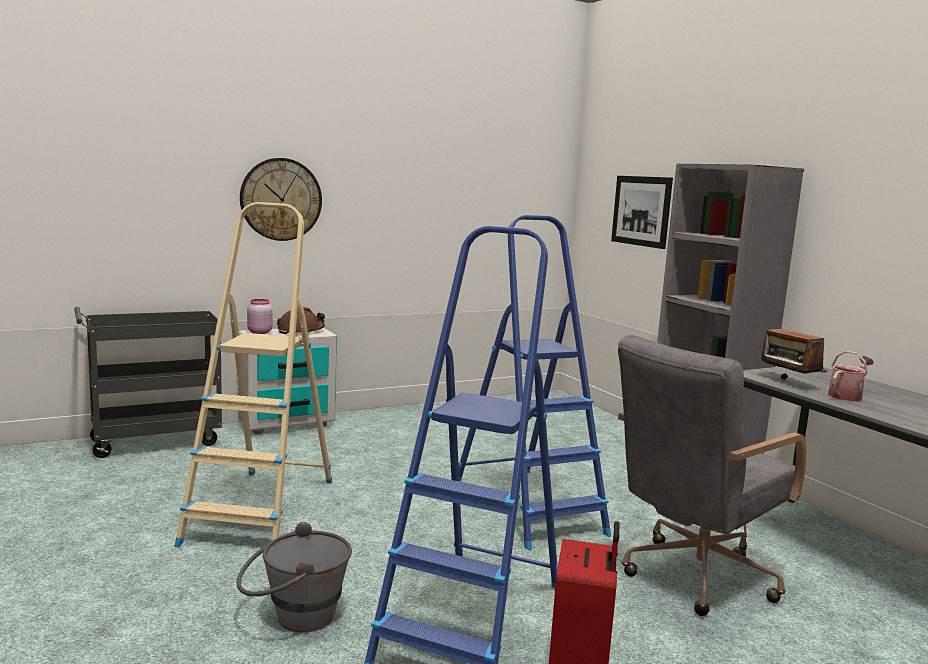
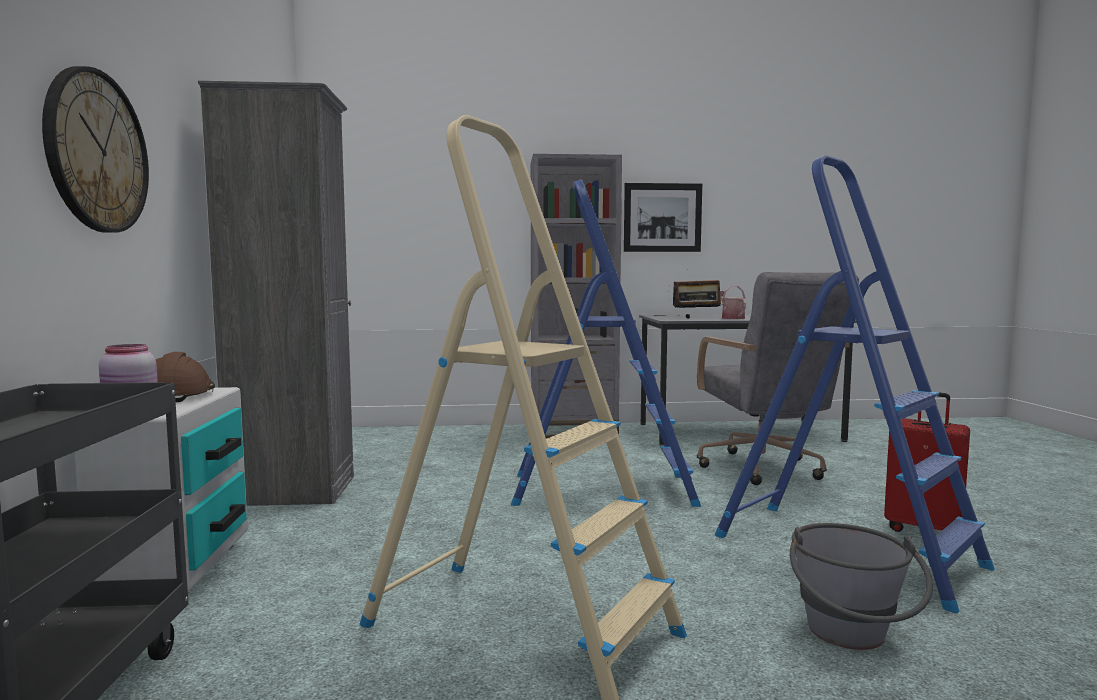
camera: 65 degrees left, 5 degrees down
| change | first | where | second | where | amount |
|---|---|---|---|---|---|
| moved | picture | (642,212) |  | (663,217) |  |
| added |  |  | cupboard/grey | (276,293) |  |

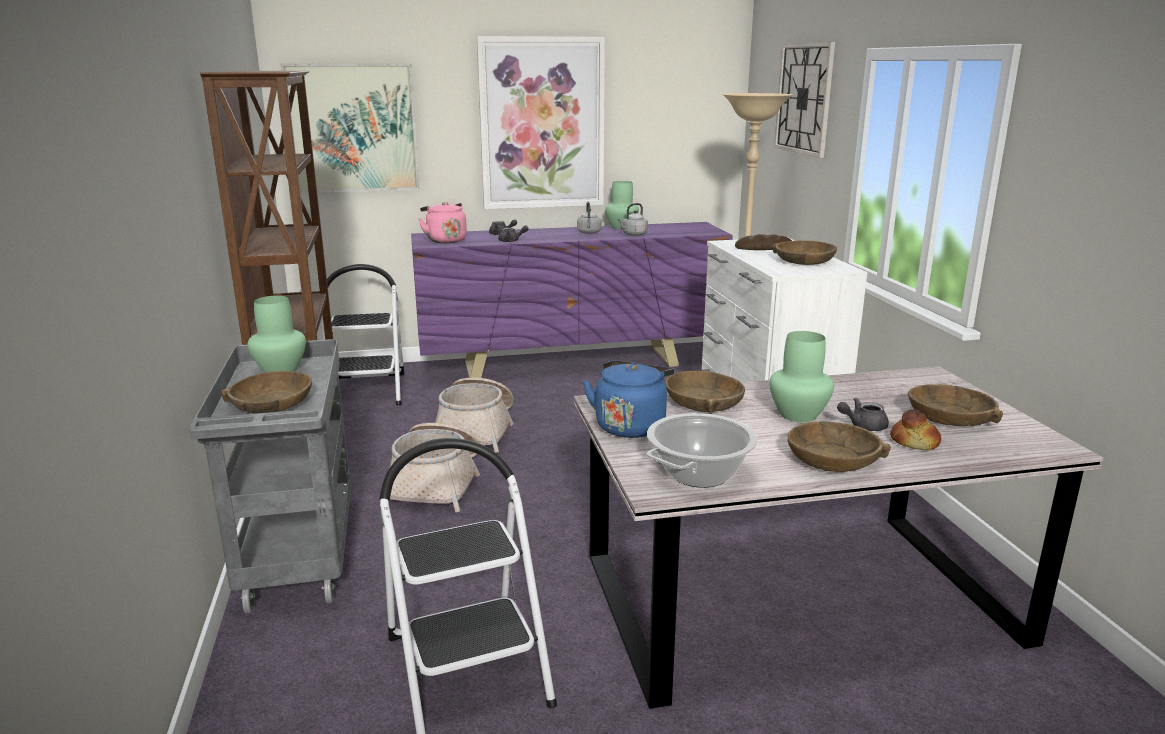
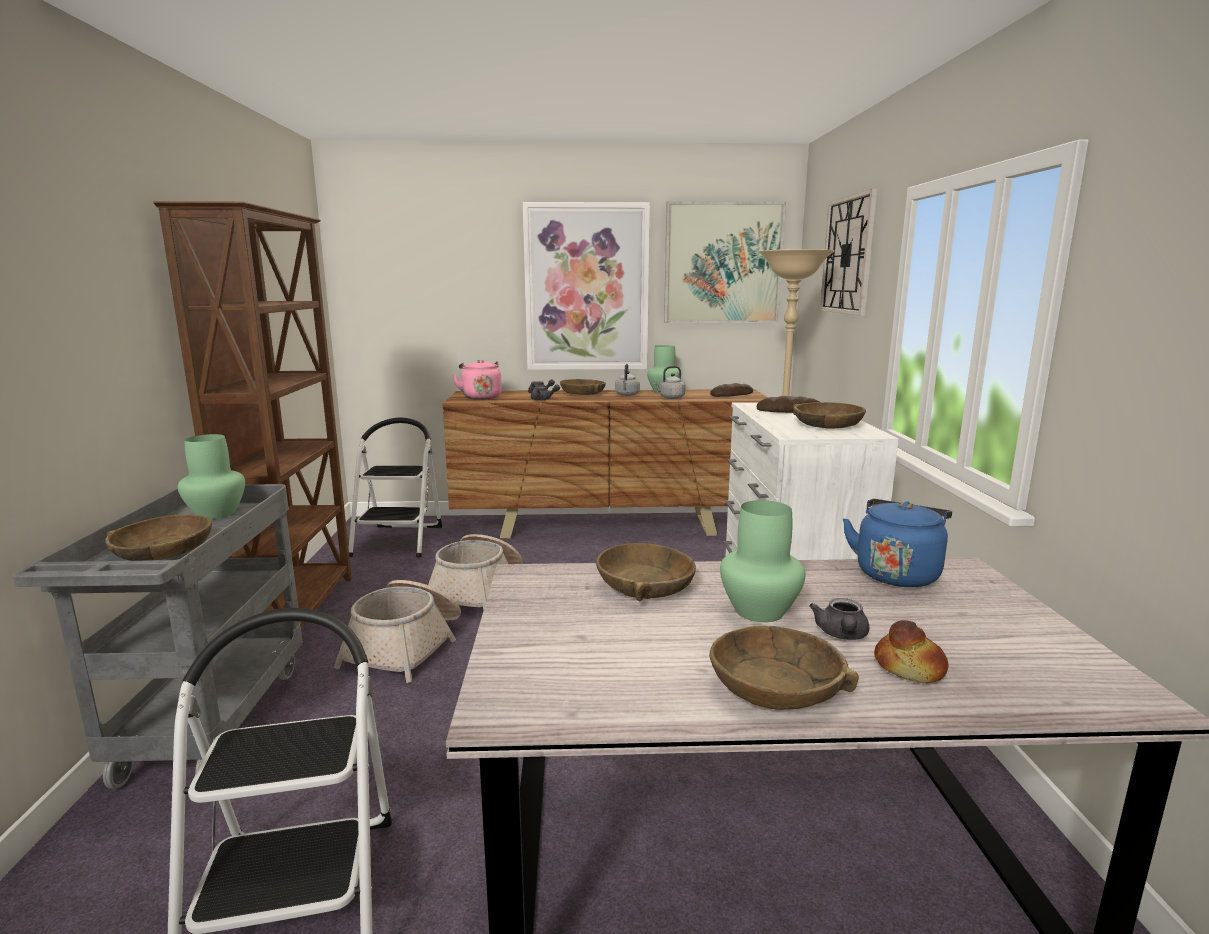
camera: 10 degrees right, 5 degrees down
| change | first | where | second | where | amount |
|---|---|---|---|---|---|
| moved | picture | (350,128) |  | (725,262) |  |
| recoloured | cupboard/purple | (572,300) | cupboard/brown | (605,464) |  |
| moved | water kettle/bluish | (628,399) |  | (897,543) |  |
| removed | cooking pot | (702,450) |  |  |  |
| turned | tea pot/grey | (863,414) |  | (839,619) | 75 degrees counterclockwise |
| moved | serving bowl/brown | (955,405) |  | (583,387) |  |
| added |  |  | bakery bread | (731,390) |  |

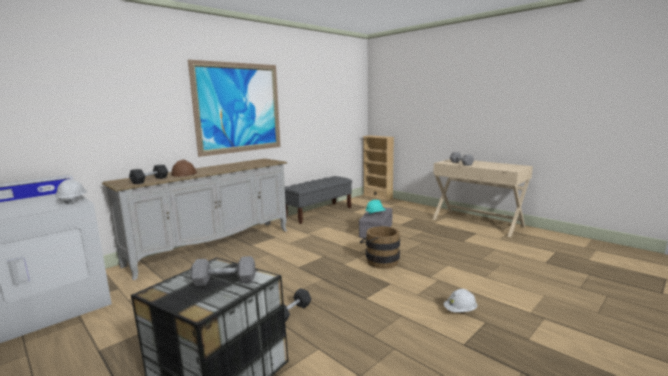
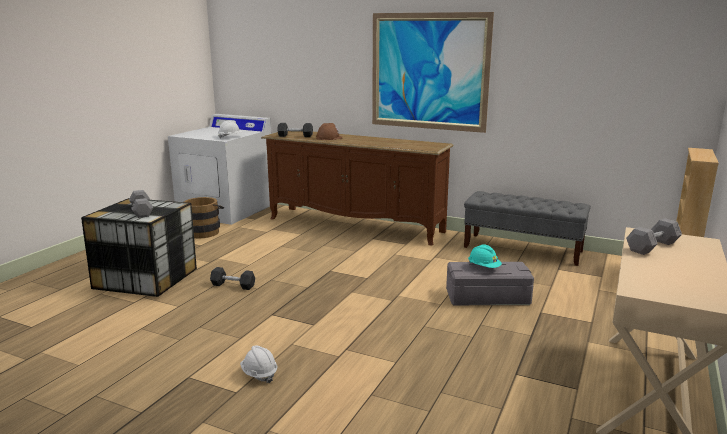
camera: 70 degrees right, 5 degrees up
| change | first | where | second | where | amount |
|---|---|---|---|---|---|
| recoloured | cupboard/grey | (195,219) | cupboard/brown | (357,188) |  |
| moved | water bucket/brown | (380,247) |  | (204,217) |  |

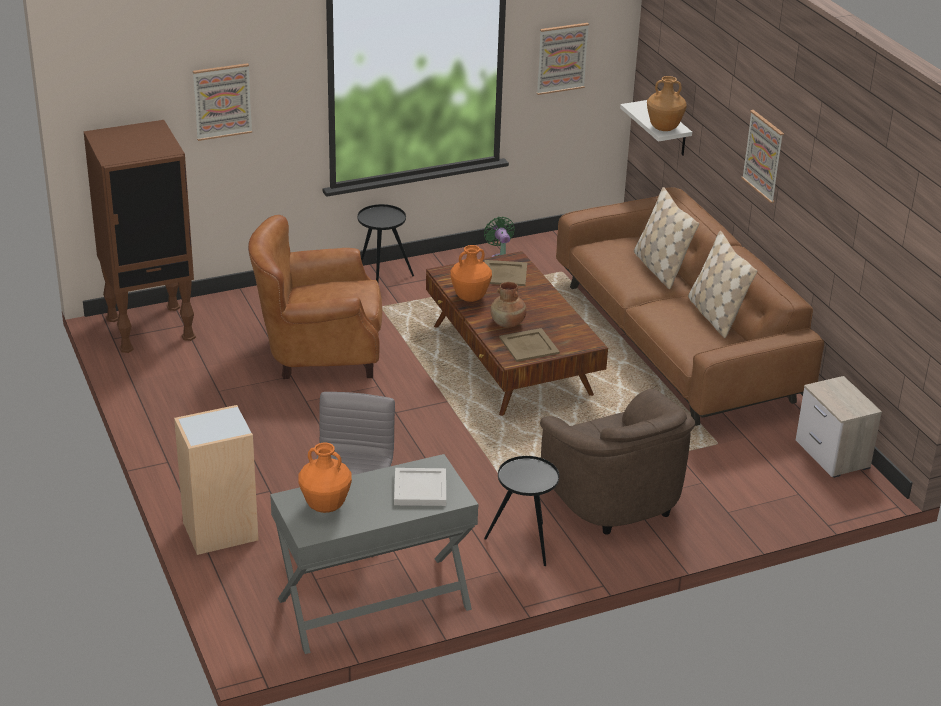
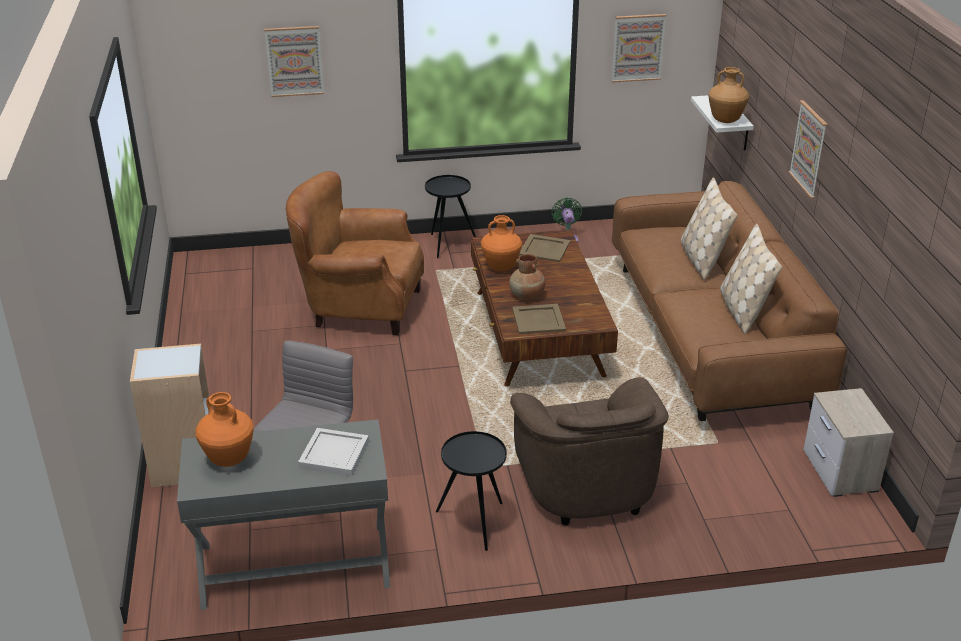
camera: 15 degrees right, 0 degrees up
| change | first | where | second | where | amount |
|---|---|---|---|---|---|
| removed | cupboard/brown | (140,236) |  |  |  |

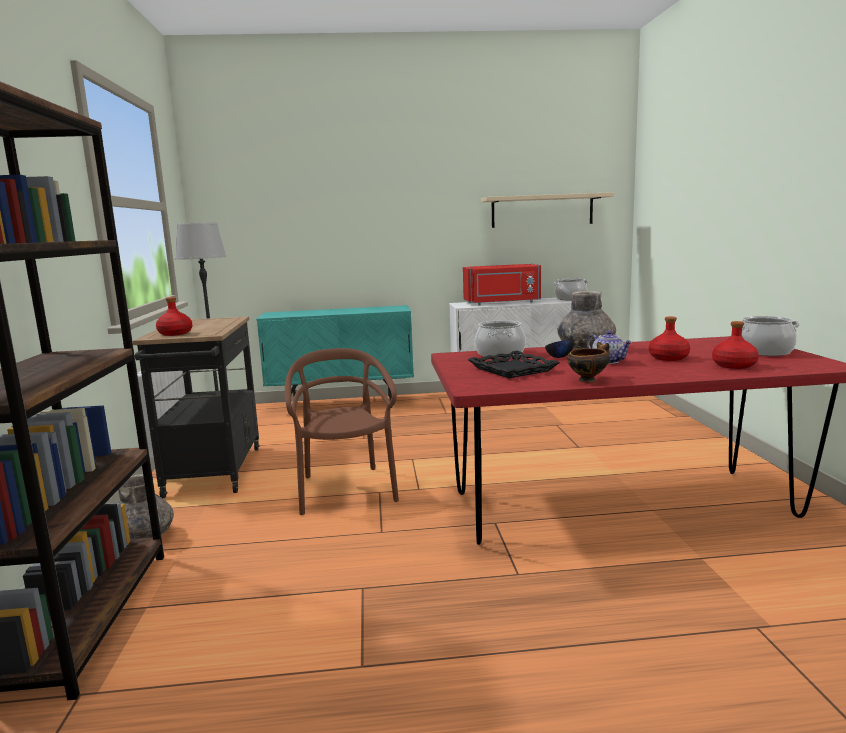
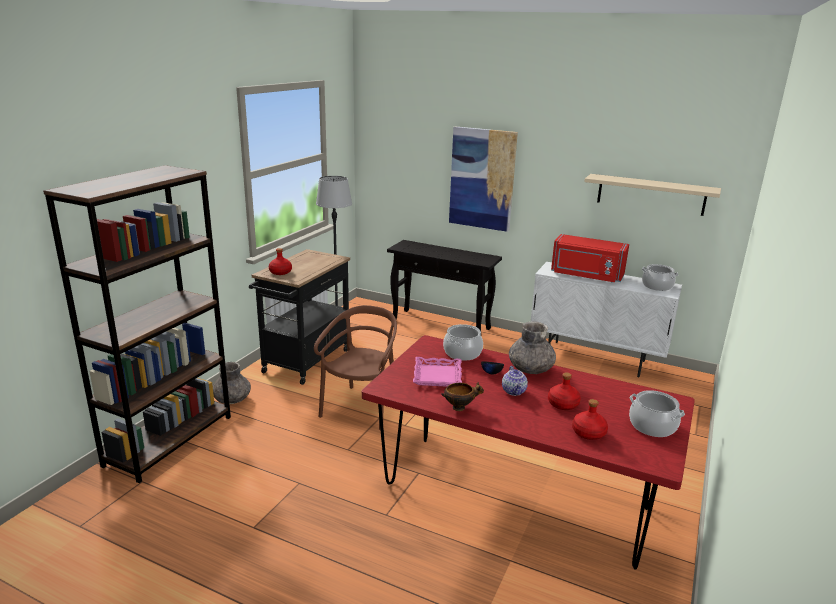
camera: 30 degrees right, 10 degrees up
| change | first | where | second | where | amount |
|---|---|---|---|---|---|
| replaced | cupboard/turquoise-coloured | (335,356) | console table/blackish | (444,285) |  |
| recoloured | carrying tray/blackish | (513,364) | carrying tray/pink | (437,372) |  |
| added |  |  | picture | (483,179) |  |

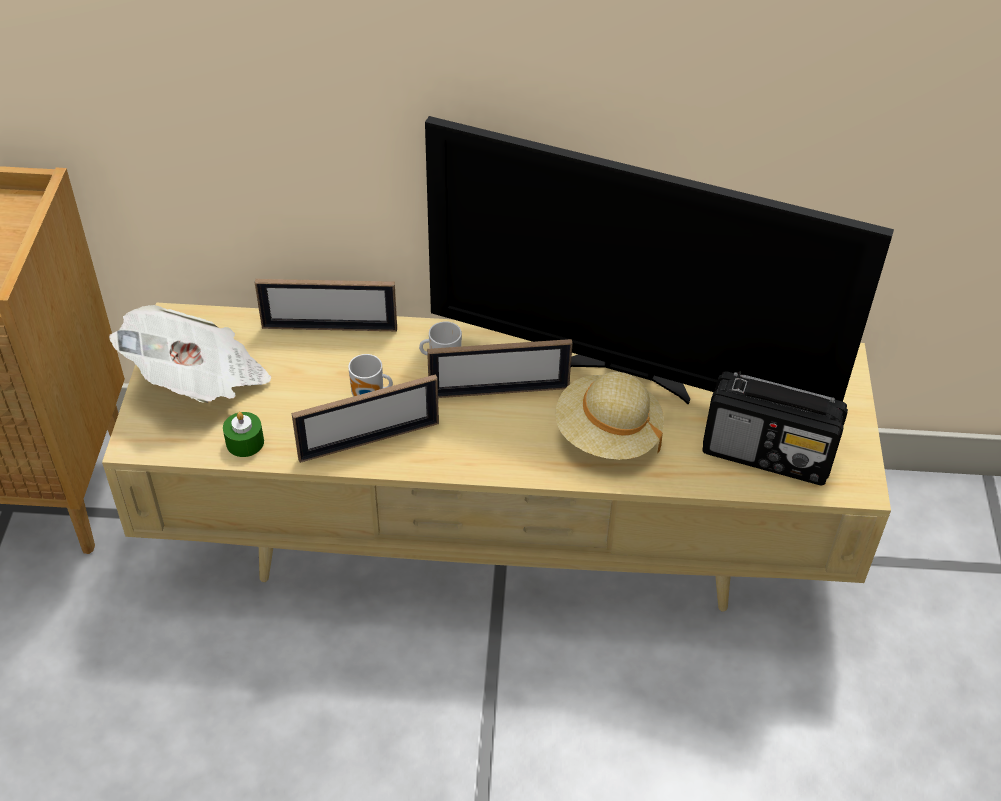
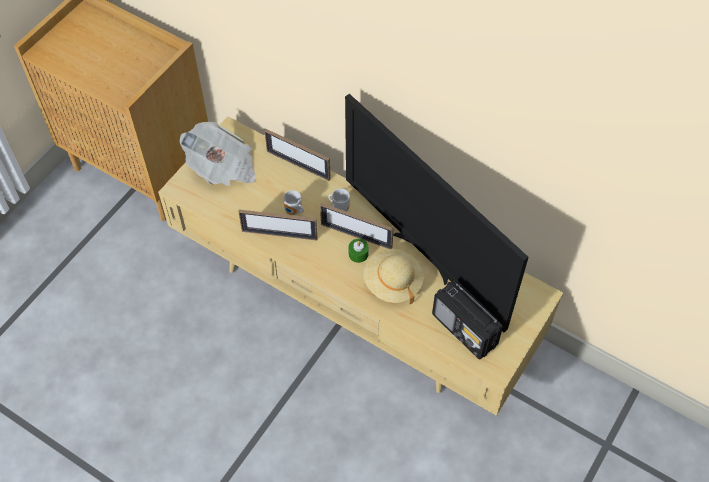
camera: 30 degrees right, 10 degrees up
| change | first | where | second | where | amount |
|---|---|---|---|---|---|
| moved | wax light/green-coloured | (243,434) |  | (359,251) |  |

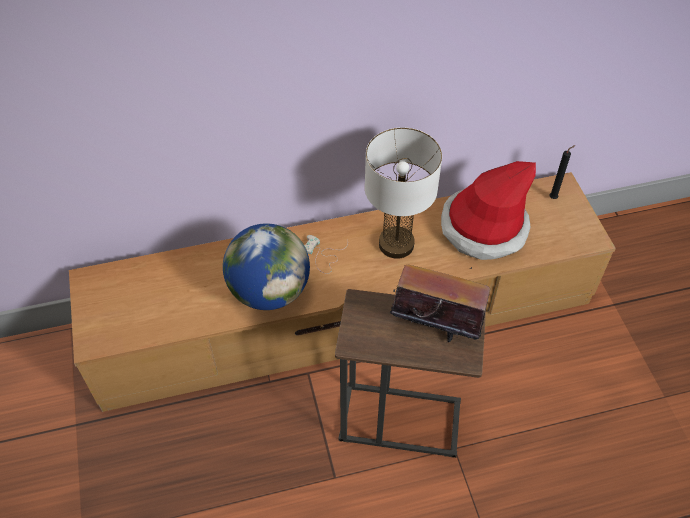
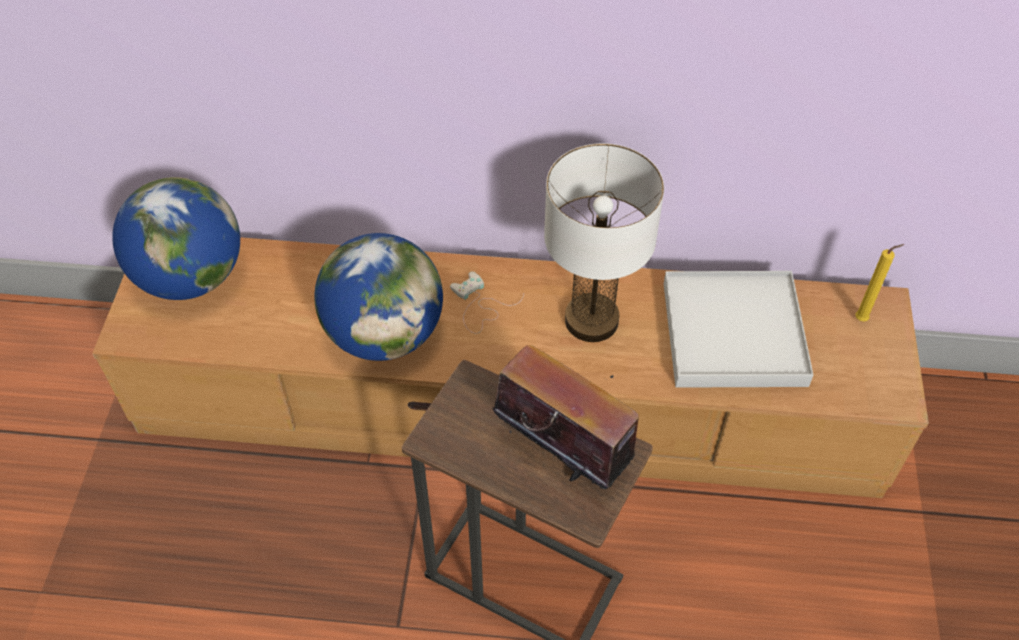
camera: 20 degrees right, 0 degrees up
| change | first | where | second | where | amount |
|---|---|---|---|---|---|
| replaced | wearable hat | (488,210) | carrying tray/whitish | (738,329) |  |
| recoloured | wax light/blackish | (562,172) | wax light/yellow | (880,282) |  |
| added |  |  | globe | (176,238) |  |

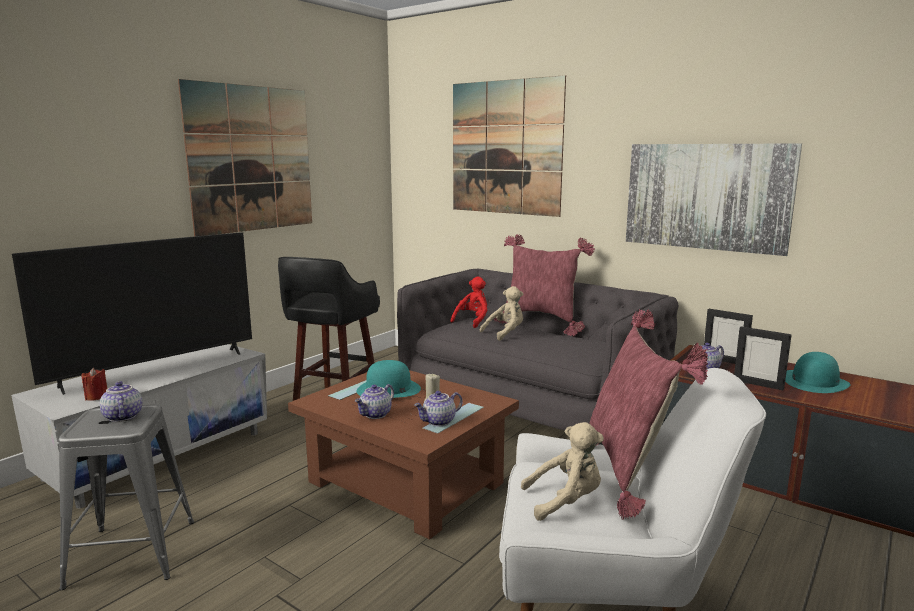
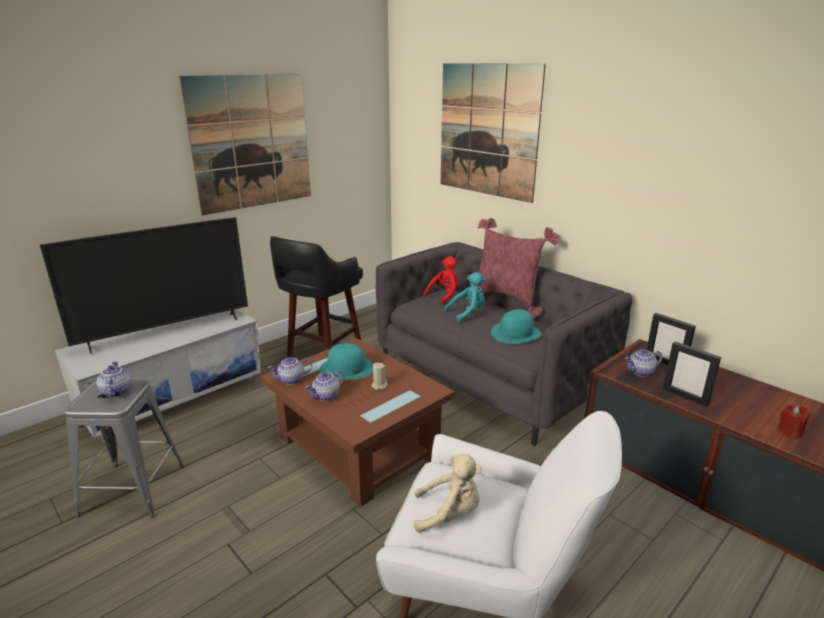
camera: 10 degrees right, 10 degrees up
| change | first | where | second | where | amount |
|---|---|---|---|---|---|
| moved | wax light/red-coloured | (95,384) |  | (794,421) |  |
| moved | tea pot | (438,408) |  | (289,371) |  |
| recoloured | cuddly toy/beige-coloured | (501,313) | cuddly toy/turquoise-coloured | (465,297) |  |
| removed | pillow/red-coloured | (648,414) |  |  |  |
| removed | picture | (714,199) |  |  |  |
| moved | wearable hat/turquoise-coloured | (817,372) |  | (516,326) |  |

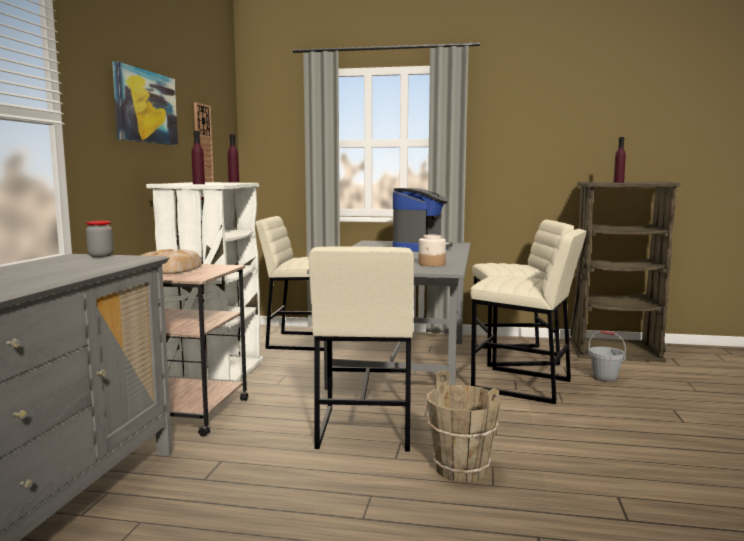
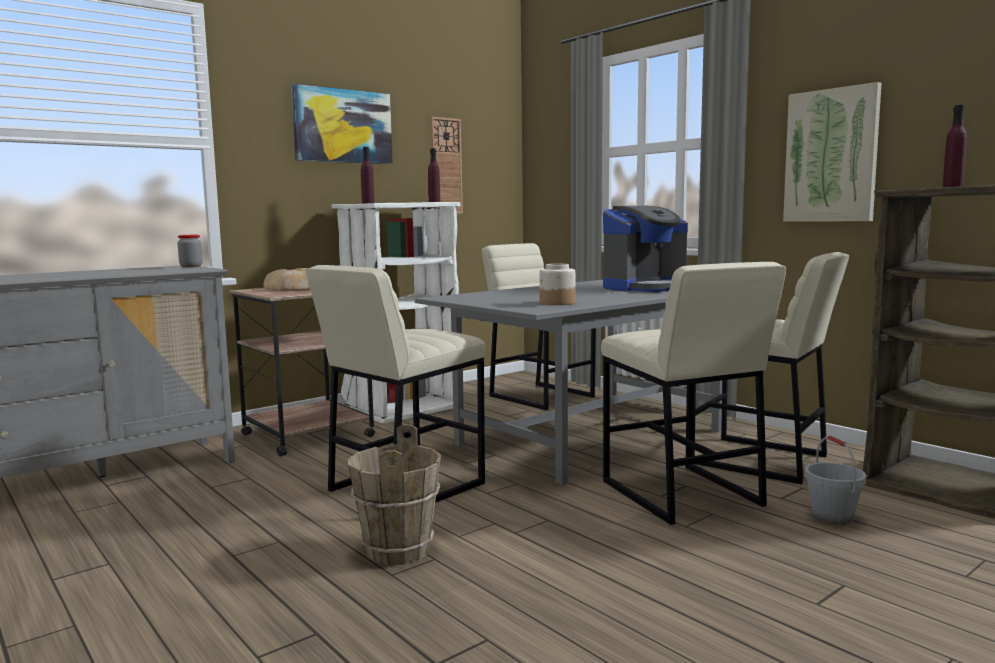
camera: 40 degrees right, 0 degrees up
| change | first | where | second | where | amount |
|---|---|---|---|---|---|
| added |  |  | picture | (832,152) |  |

